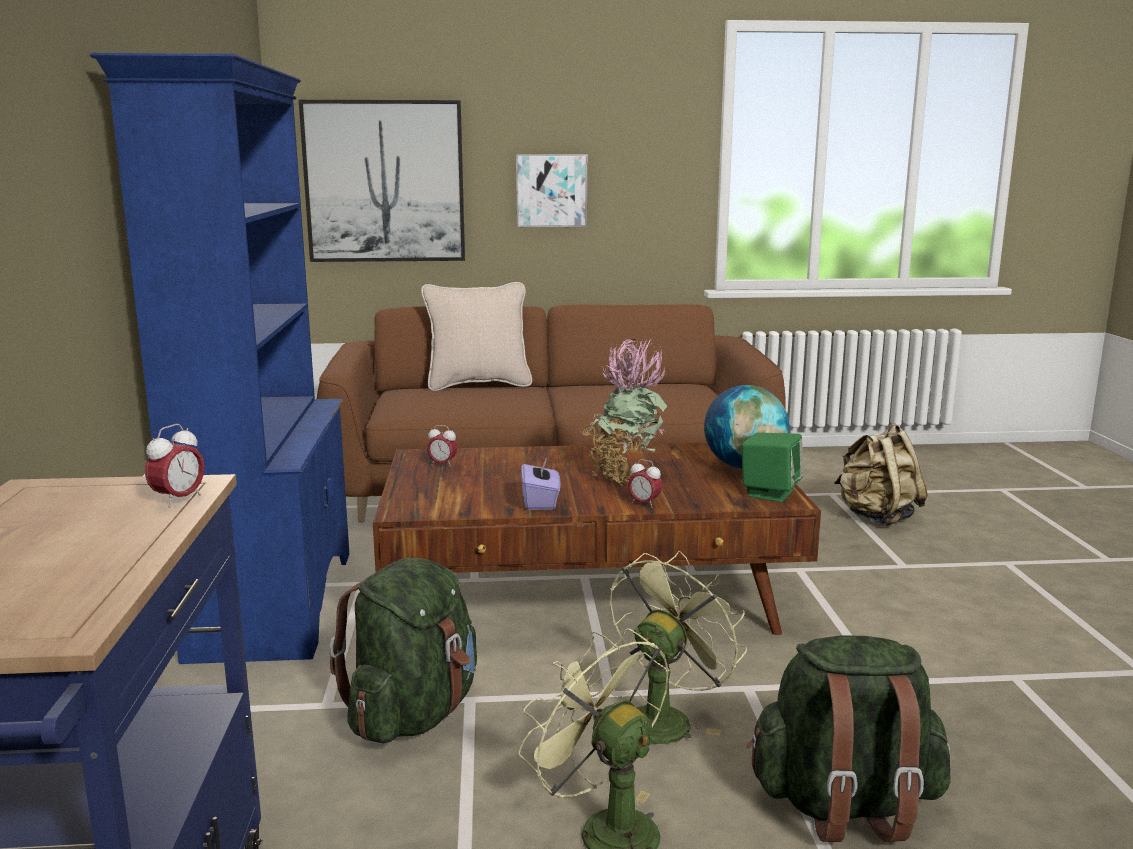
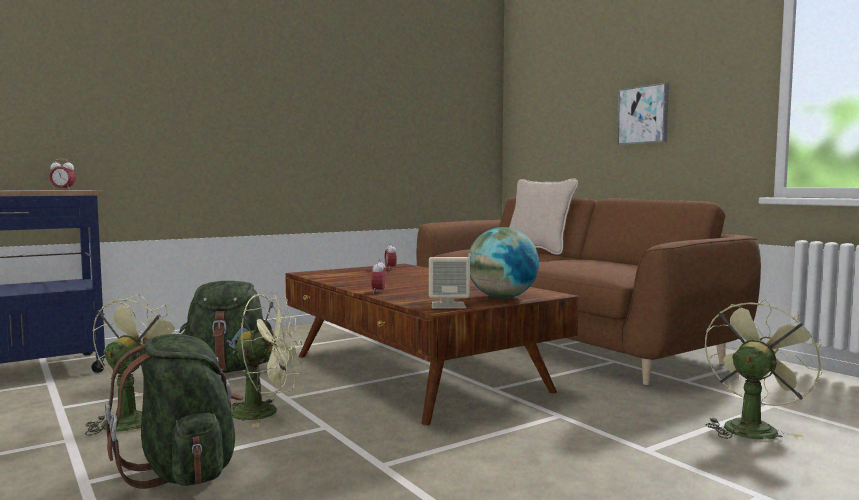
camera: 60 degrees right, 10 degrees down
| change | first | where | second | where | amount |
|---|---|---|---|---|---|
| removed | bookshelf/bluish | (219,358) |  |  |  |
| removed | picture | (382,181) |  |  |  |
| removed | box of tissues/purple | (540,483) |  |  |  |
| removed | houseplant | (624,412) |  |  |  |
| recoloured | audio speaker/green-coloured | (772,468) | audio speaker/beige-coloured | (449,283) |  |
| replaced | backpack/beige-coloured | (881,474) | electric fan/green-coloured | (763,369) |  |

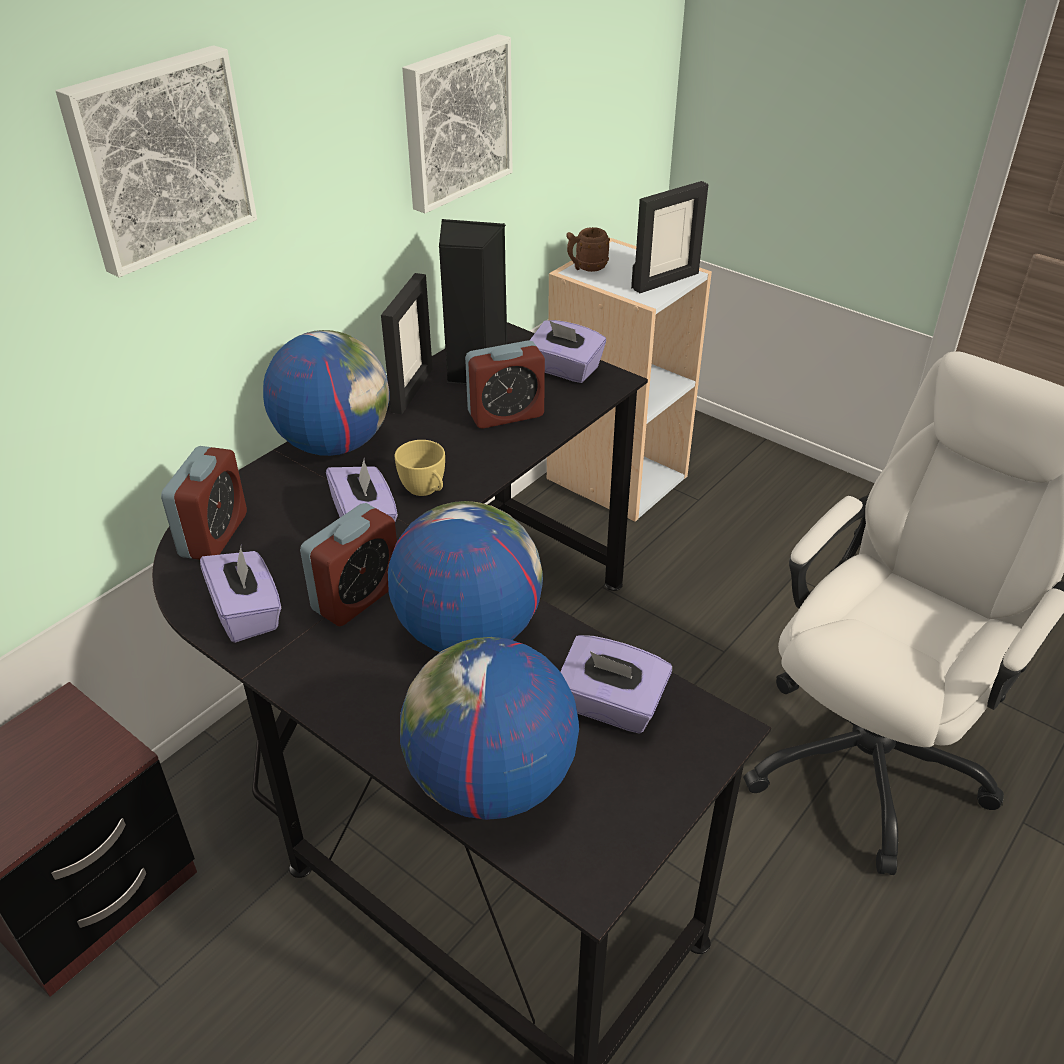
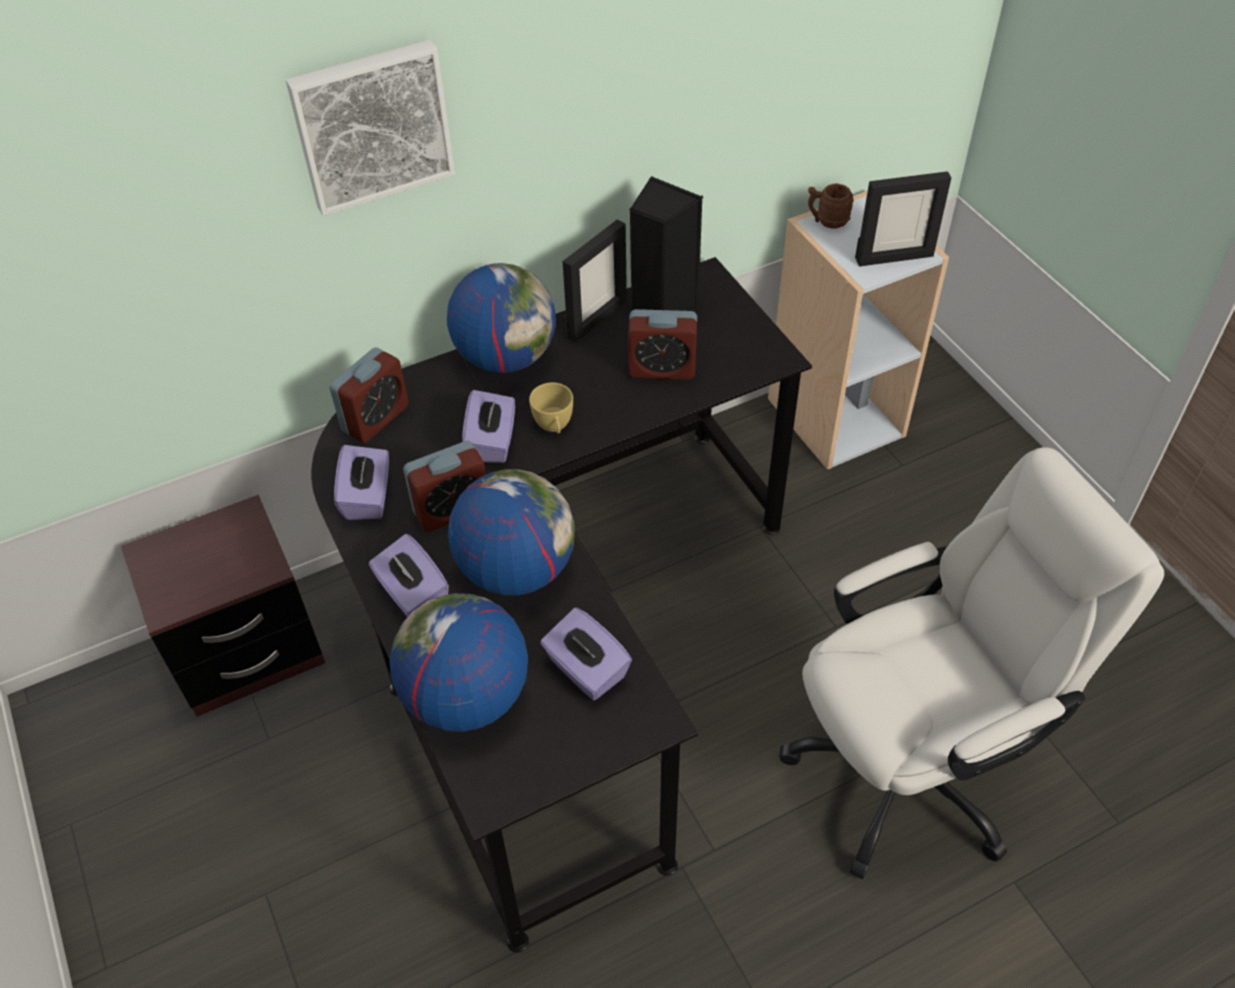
camera: 25 degrees right, 10 degrees up
| change | first | where | second | where | amount |
|---|---|---|---|---|---|
| removed | picture | (457,123) |  |  |  |
| moved | box of tissues/purple | (567,351) |  | (409,575) |  |

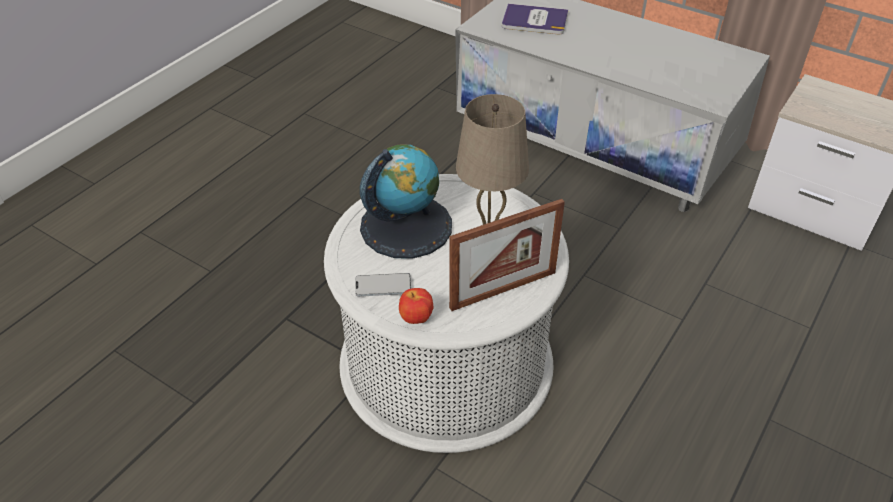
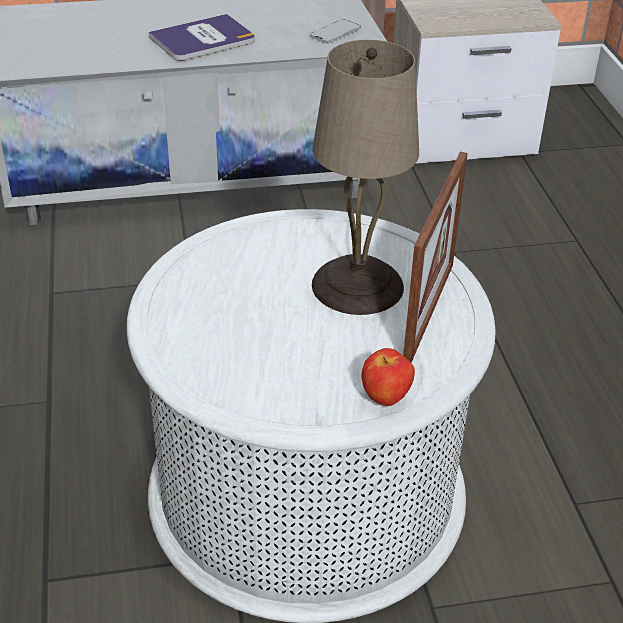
camera: 45 degrees left, 5 degrees down
| change | first | where | second | where | amount |
|---|---|---|---|---|---|
| moved | phone | (383,285) |  | (335,31) |  |
| removed | globe | (406,201) |  |  |  |
| moved | book | (535,19) |  | (202,37) |  |

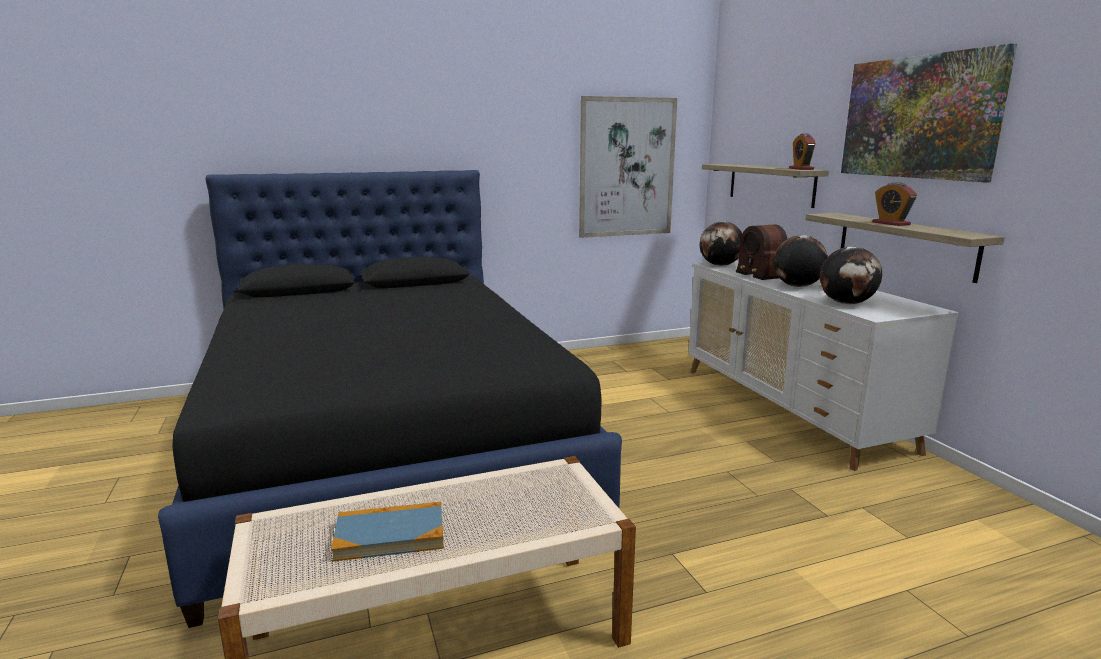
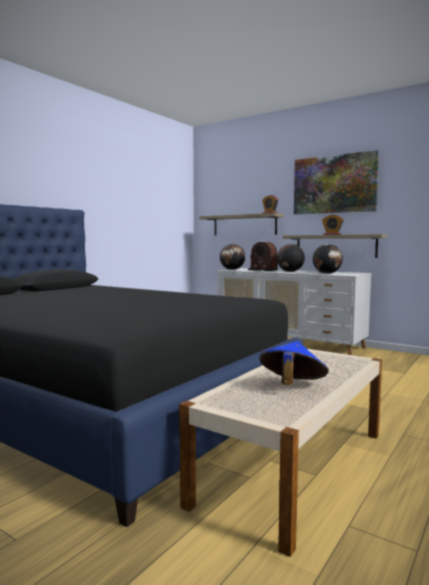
camera: 35 degrees left, 10 degrees down
| change | first | where | second | where | amount |
|---|---|---|---|---|---|
| replaced | book | (387,532) | wearable hat/bluish | (294,363) |  |
| removed | picture | (628,167) |  |  |  |

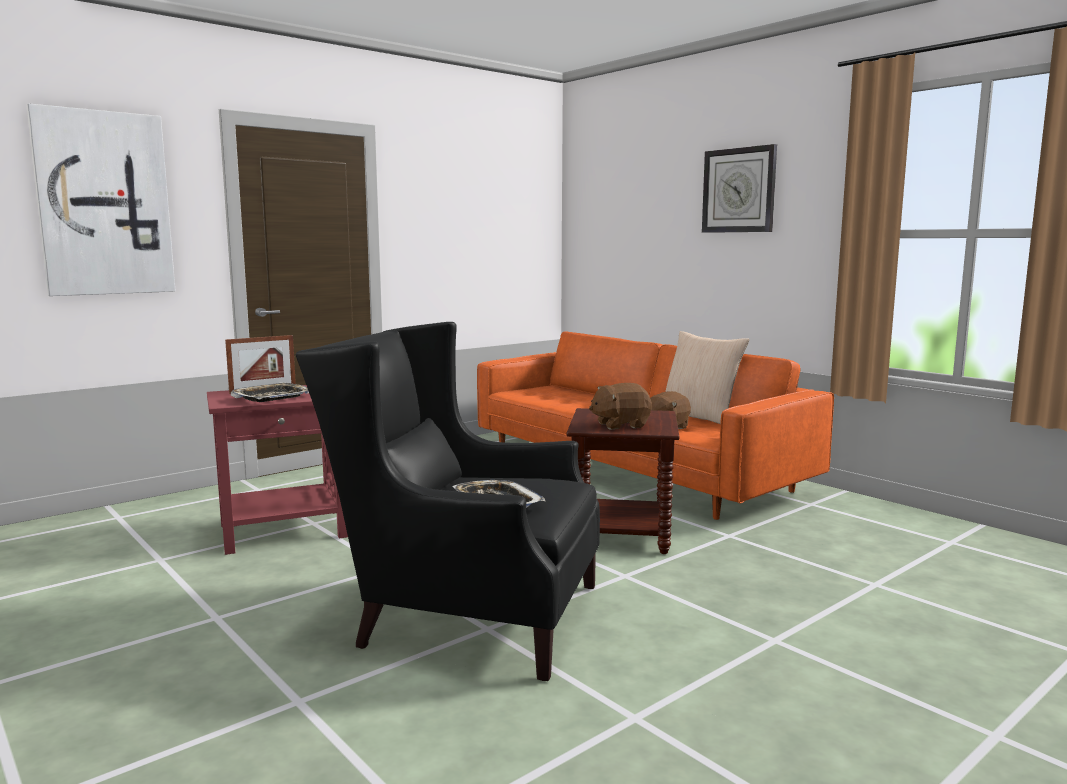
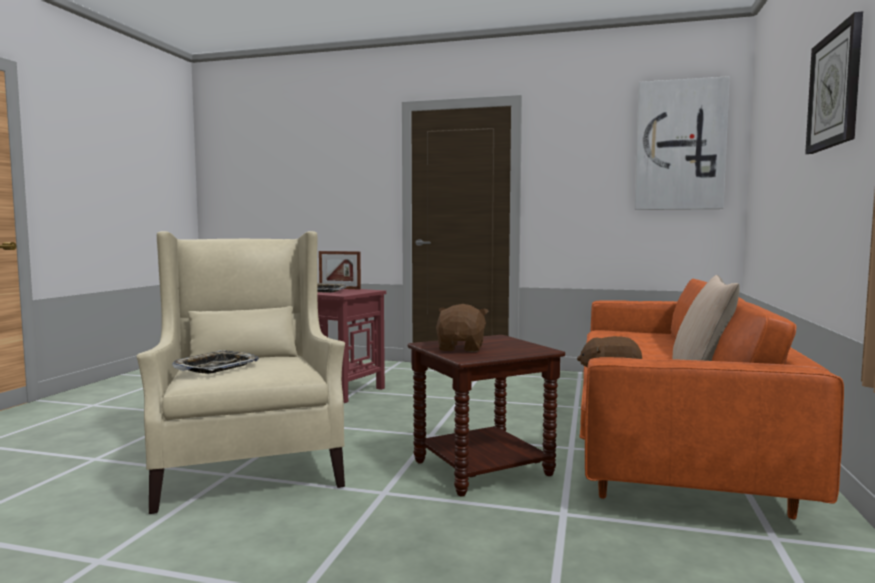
camera: 55 degrees right, 5 degrees down
| change | first | where | second | where | amount |
|---|---|---|---|---|---|
| moved | picture | (101,199) |  | (682,143) |  |
| recoloured | lounge chair/blackish | (448,501) | lounge chair/beige-coloured | (241,372) |  |
| turned | cuddly toy/brown | (620,406) |  | (462,328) | 60 degrees clockwise |

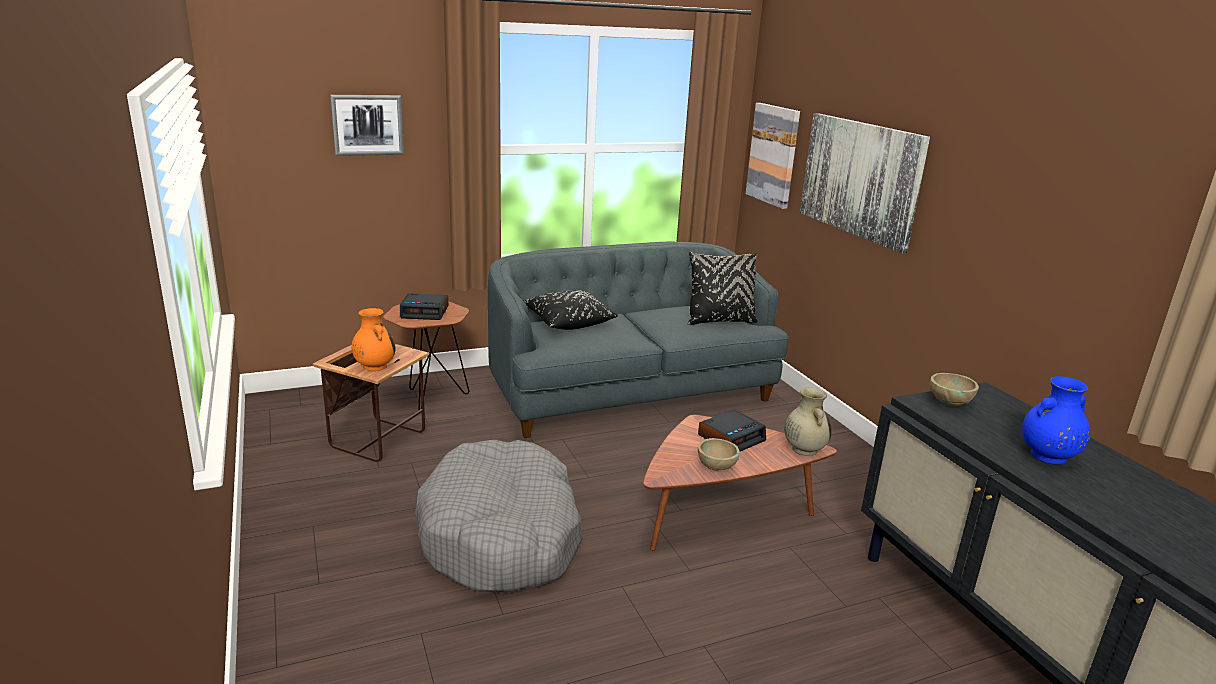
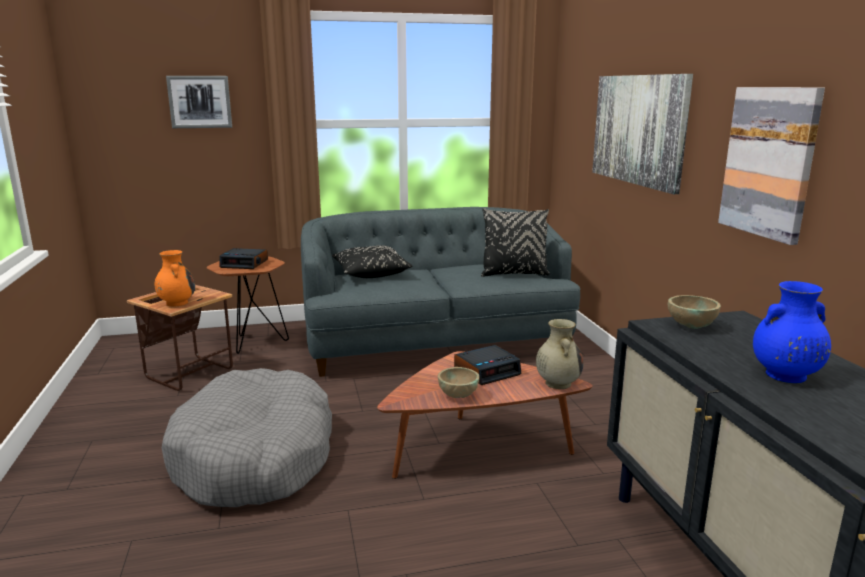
camera: 10 degrees right, 5 degrees down
| change | first | where | second | where | amount |
|---|---|---|---|---|---|
| moved | picture | (773,156) |  | (771,166) |  |

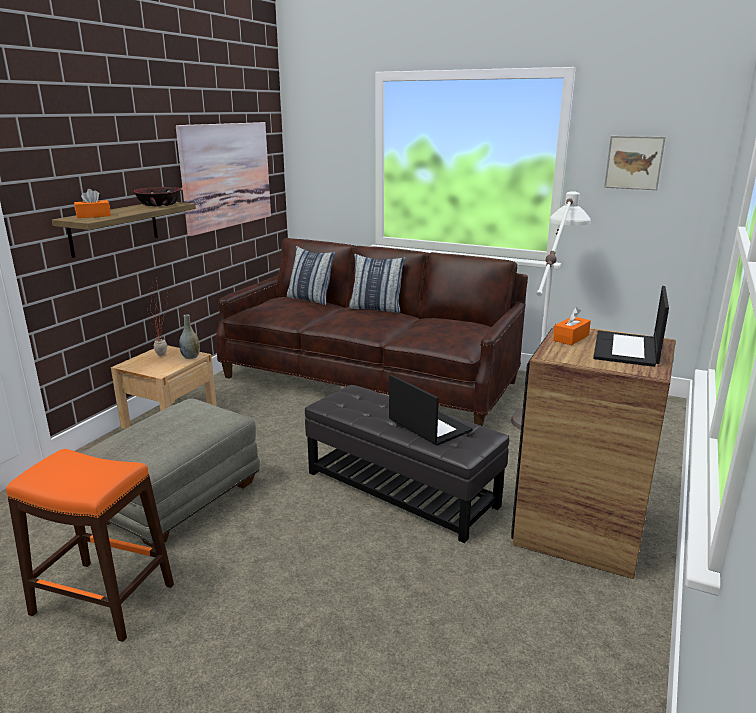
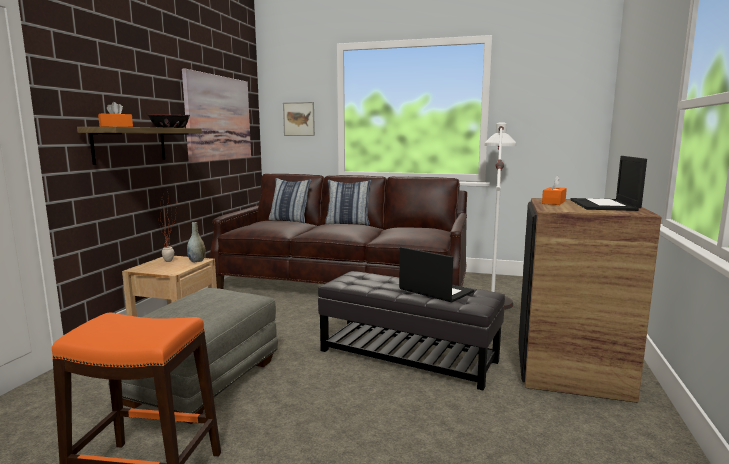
camera: 10 degrees left, 10 degrees down
| change | first | where | second | where | amount |
|---|---|---|---|---|---|
| moved | picture | (635,163) |  | (299,119) |  |

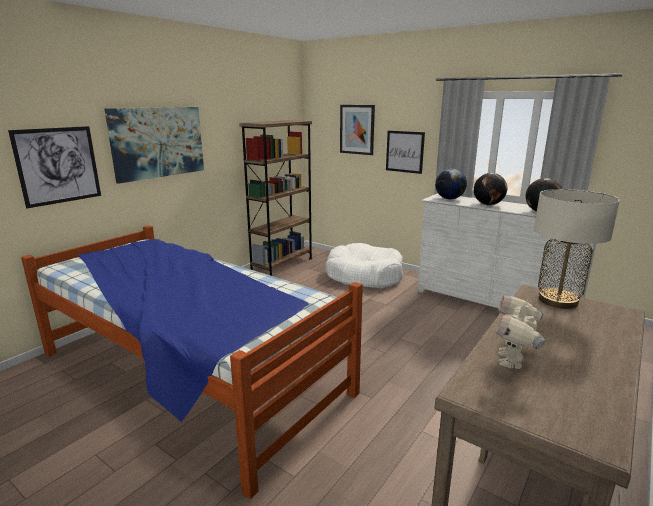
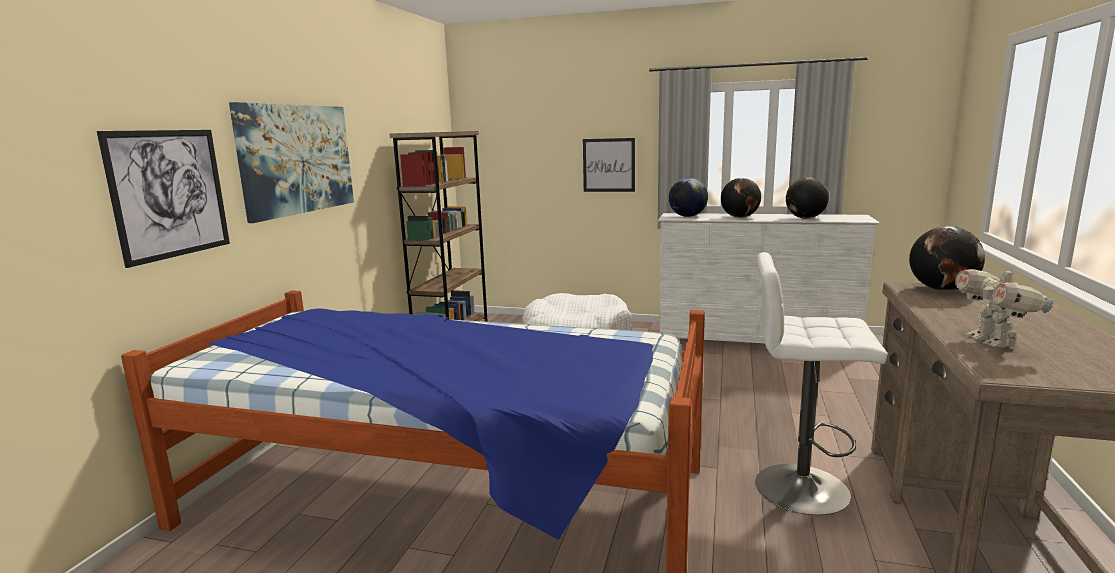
camera: 20 degrees left, 5 degrees down
| change | first | where | second | where | amount |
|---|---|---|---|---|---|
| removed | picture | (357,130) |  |  |  |
| replaced | tabletop lamp | (577,249) | globe | (947,258) |  |
| added |  |  | sitting stool/whitish | (821,383) |  |

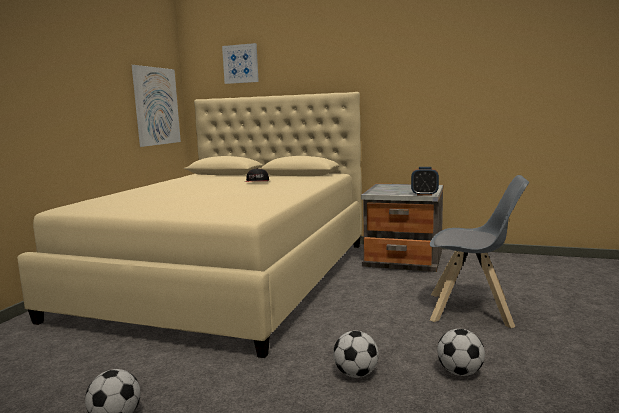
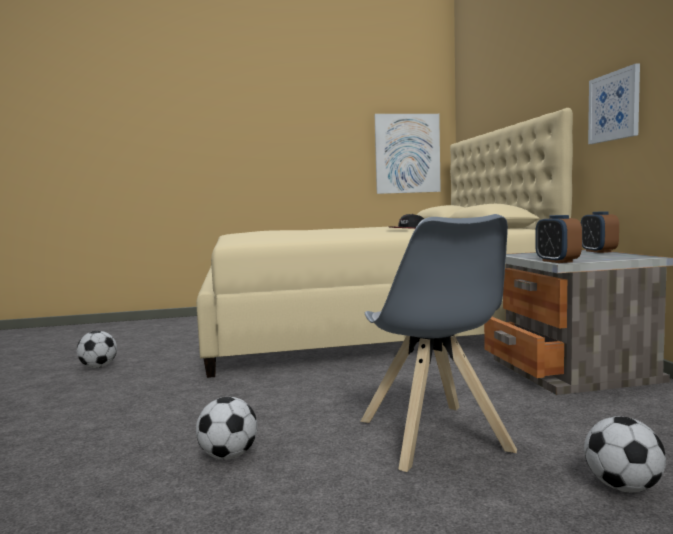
camera: 60 degrees right, 5 degrees down
| change | first | where | second | where | amount |
|---|---|---|---|---|---|
| moved | picture | (240,63) |  | (614,104) |  |
| moved | football ball | (356,354) |  | (625,454) |  |
| added |  |  | table clock | (600,232) |  |

